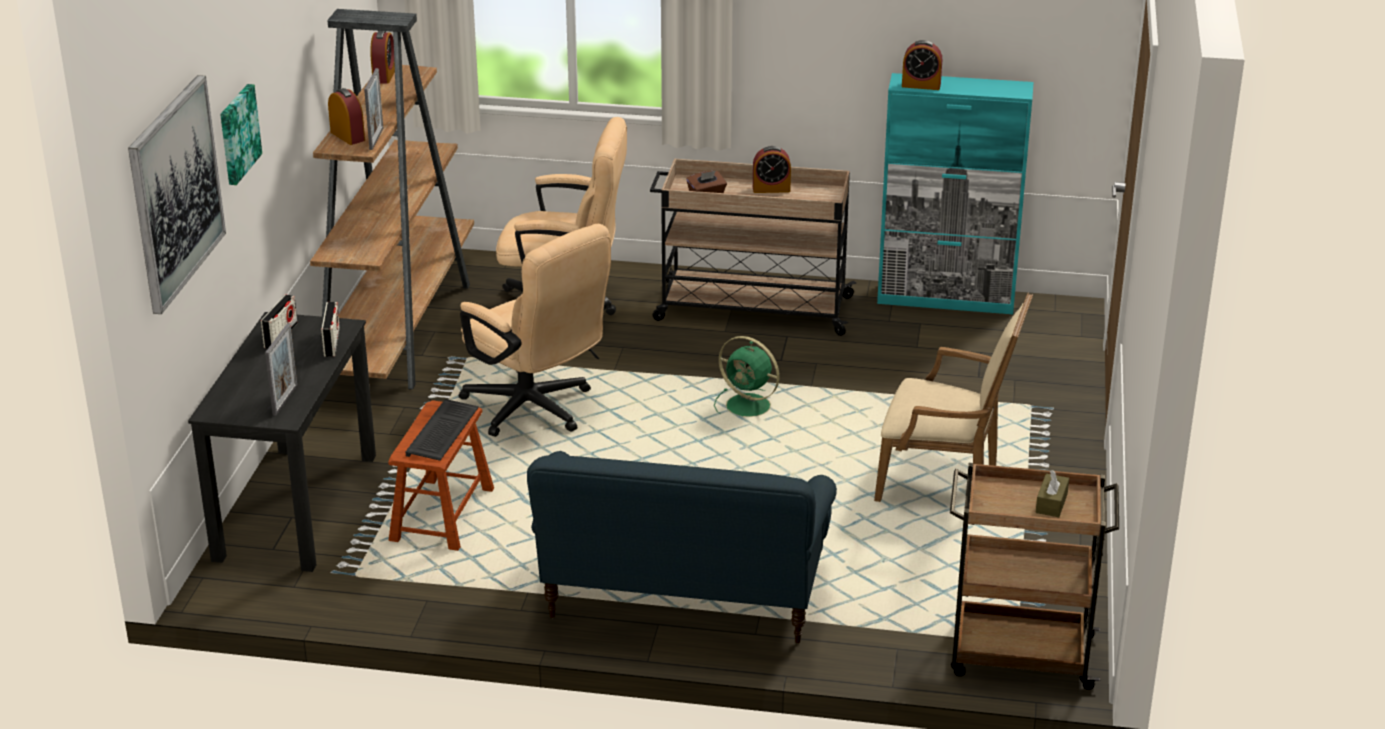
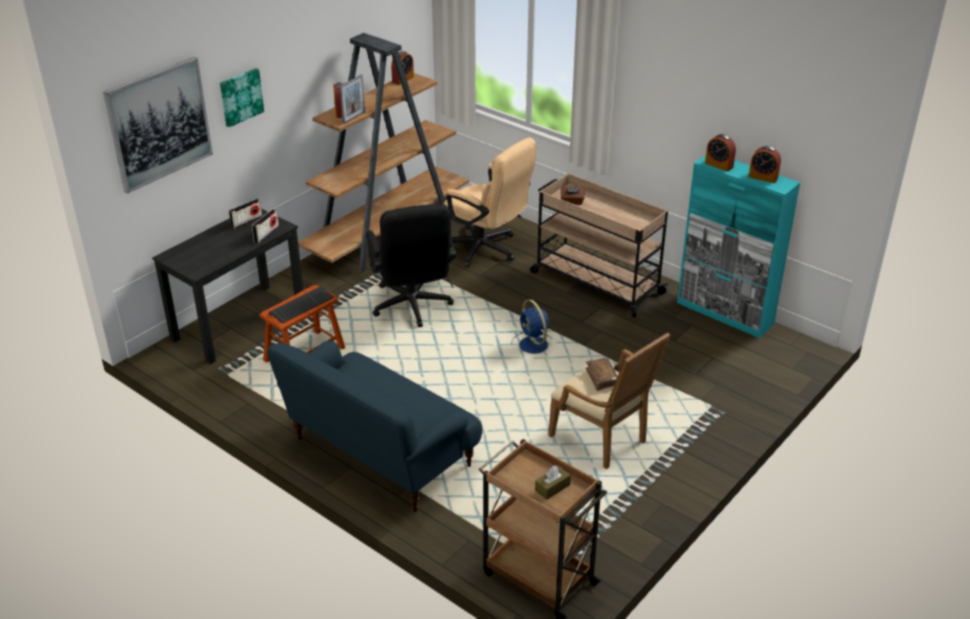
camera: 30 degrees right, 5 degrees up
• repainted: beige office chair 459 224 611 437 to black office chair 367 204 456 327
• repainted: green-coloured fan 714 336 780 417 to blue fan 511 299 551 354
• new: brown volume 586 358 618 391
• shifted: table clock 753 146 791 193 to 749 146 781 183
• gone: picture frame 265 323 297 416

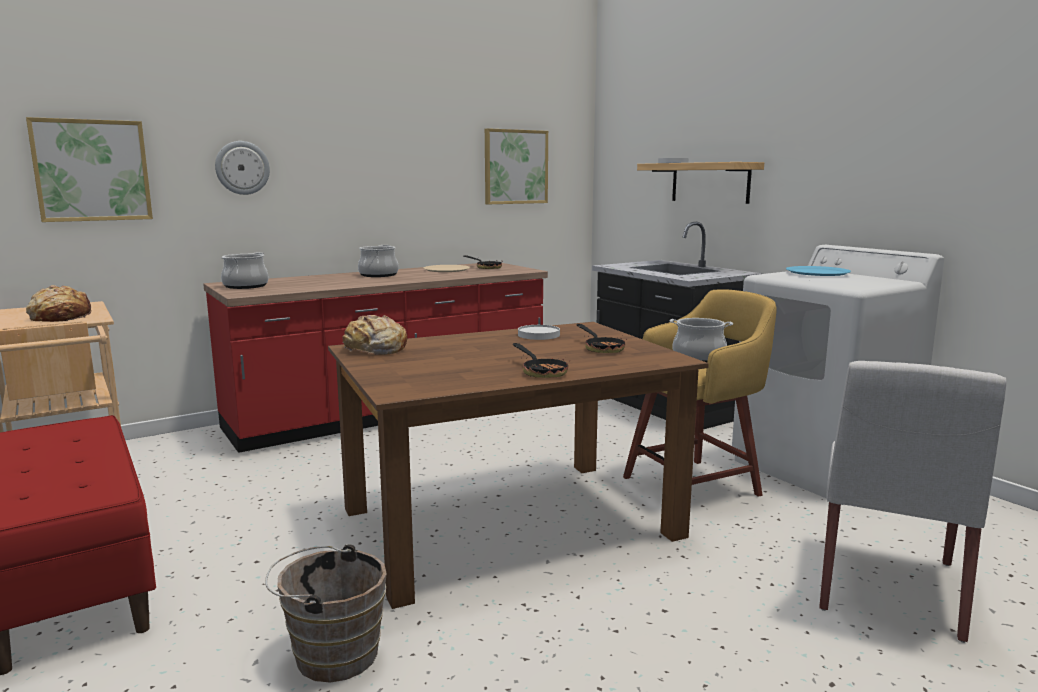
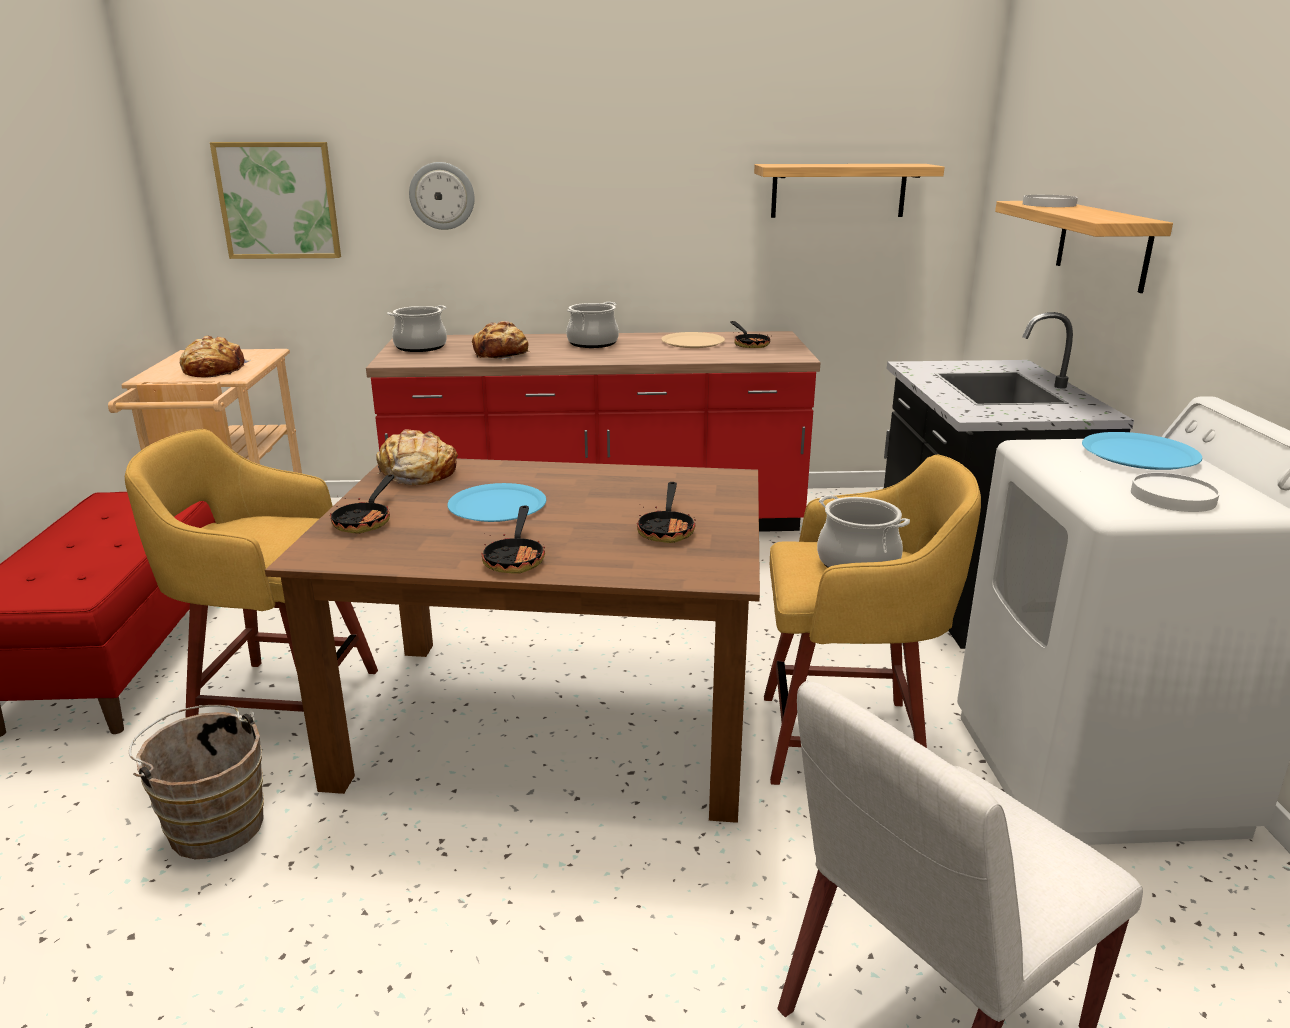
camera: 30 degrees right, 10 degrees up
• new: yellowish stool 125 429 378 718
• new: frying pan 330 474 394 533
• new: blue flat dish 447 483 546 522
• new: baked bread 472 321 529 359
• swapped: picture 485 128 548 204 to shelf 754 164 945 218
• shifted: white flat dish 518 325 560 340 to 1131 472 1220 512

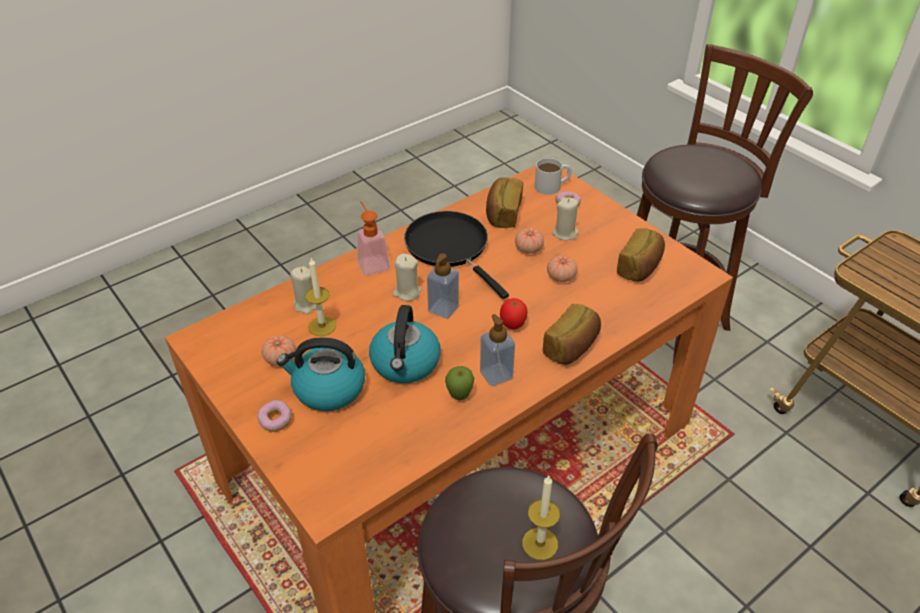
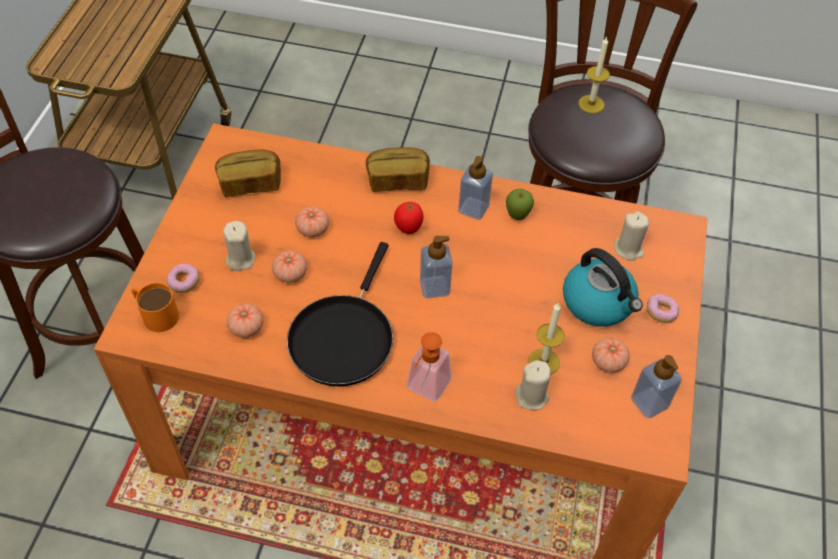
camera: 130 degrees left, 10 degrees up
• repainted: white coffee mug 535 158 571 195 to orangey coffee mug 131 283 179 332
• swapped: baked bread 486 178 523 228 to whole tomato 227 304 264 338
• shifted: beige candle 392 254 422 301 to 615 212 649 261
• new: soap dispenser 631 355 682 418
• gone: kettle 369 305 441 383

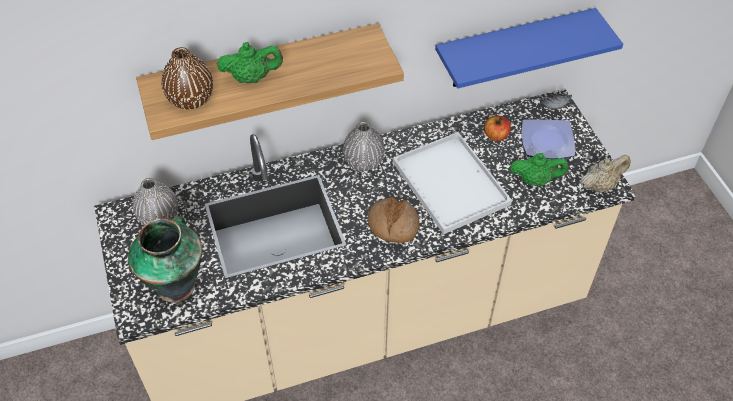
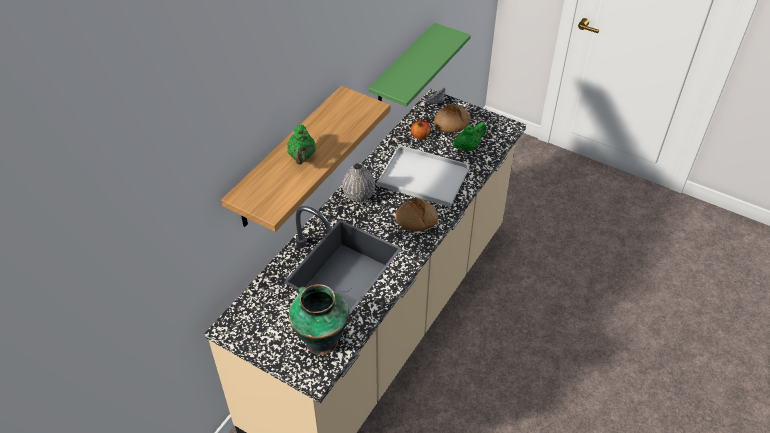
camera: 40 degrees left, 5 degrees down
• rotated: green-coloured tea pot 216 42 283 83 = 287 125 316 164 135 degrees clockwise
• repainted: blue shelf 435 8 623 89 to green-coloured shelf 369 23 471 107
• swapped: flat dish 521 120 575 159 to baked bread 434 104 471 133
• gone: grey decorative vase 133 178 178 225
• gone: brown decorative vase 161 47 213 109
• gone: beige tea pot 580 155 631 192

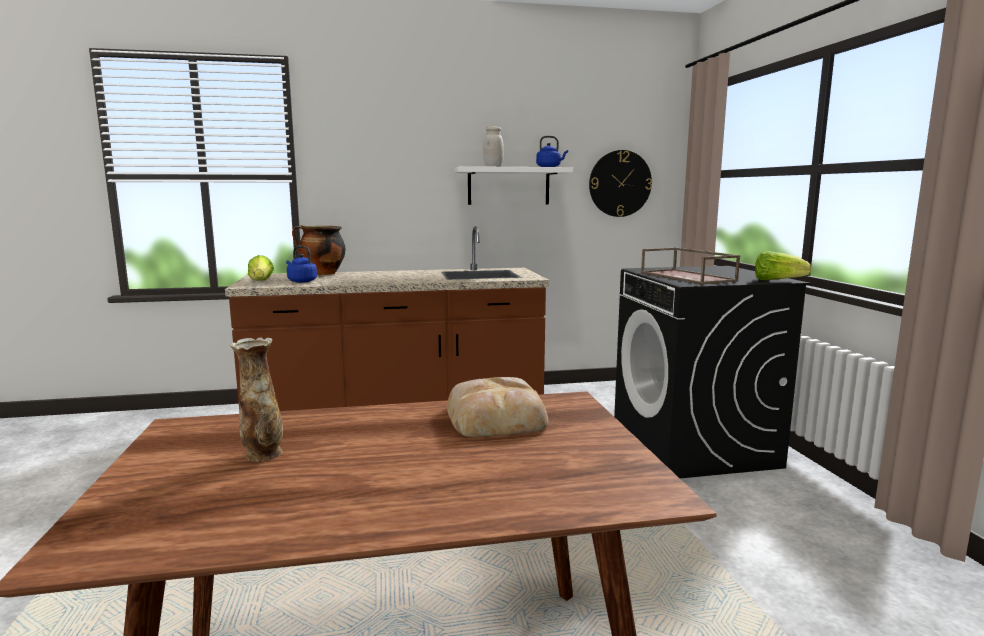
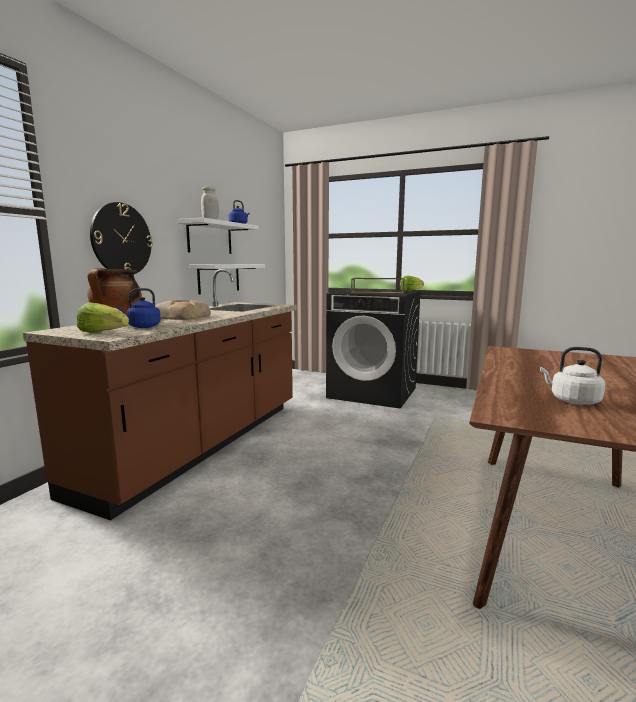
camera: 55 degrees left, 0 degrees up
• shifted: wall clock 589 150 652 217 to 90 202 153 274
• shifted: baked bread 447 377 549 437 to 155 300 211 320
• new: white shelf 189 264 265 294
• swapped: decorative vase 230 337 283 462 to white kettle 540 347 605 405

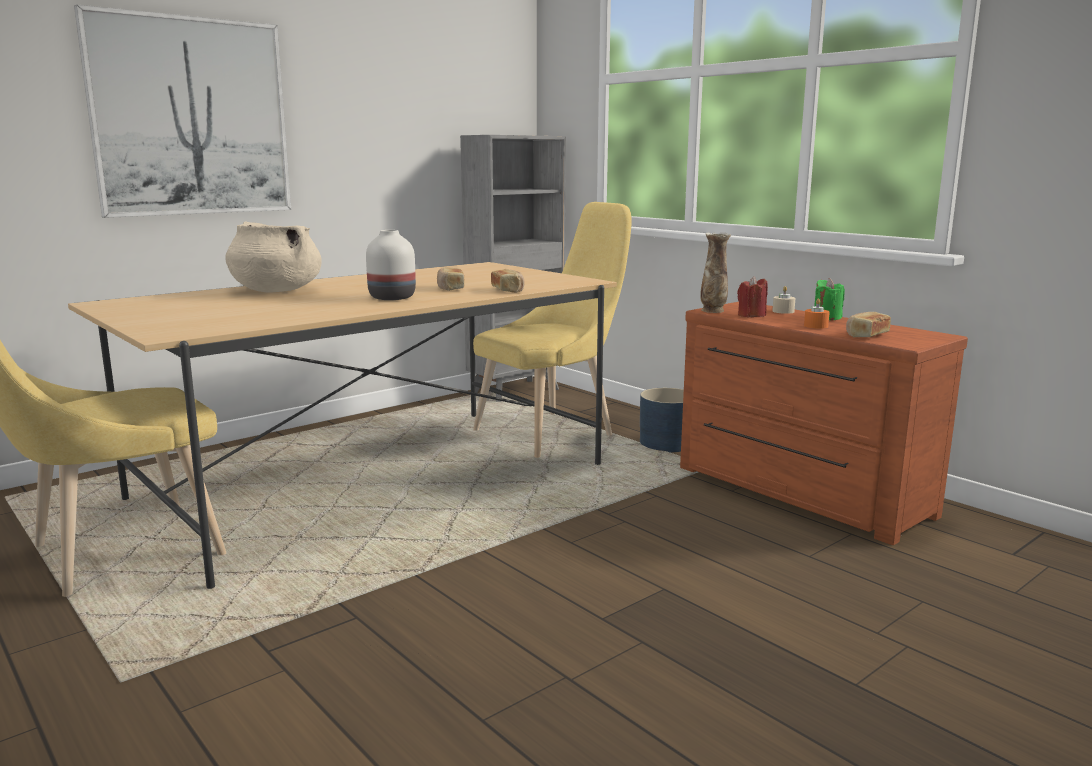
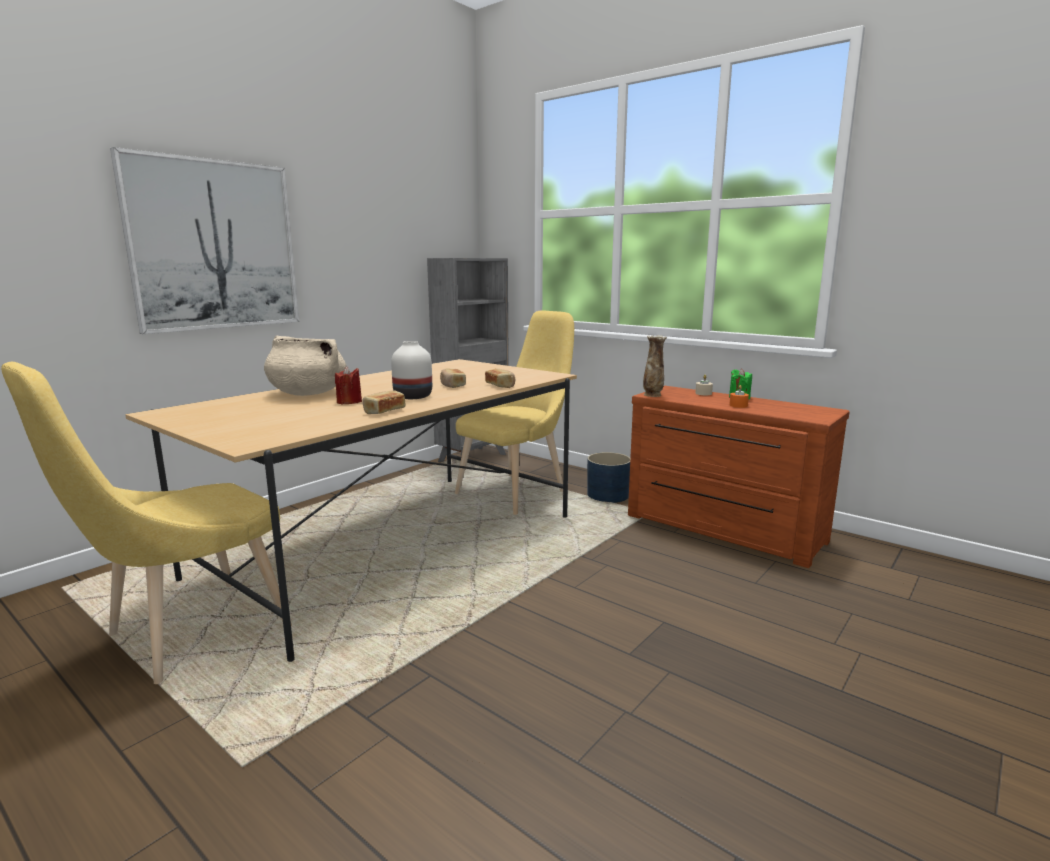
camera: 10 degrees left, 0 degrees up
• shifted: red candle 737 276 768 317 to 335 366 362 404
• shifted: baked bread 846 312 891 337 to 362 390 406 414

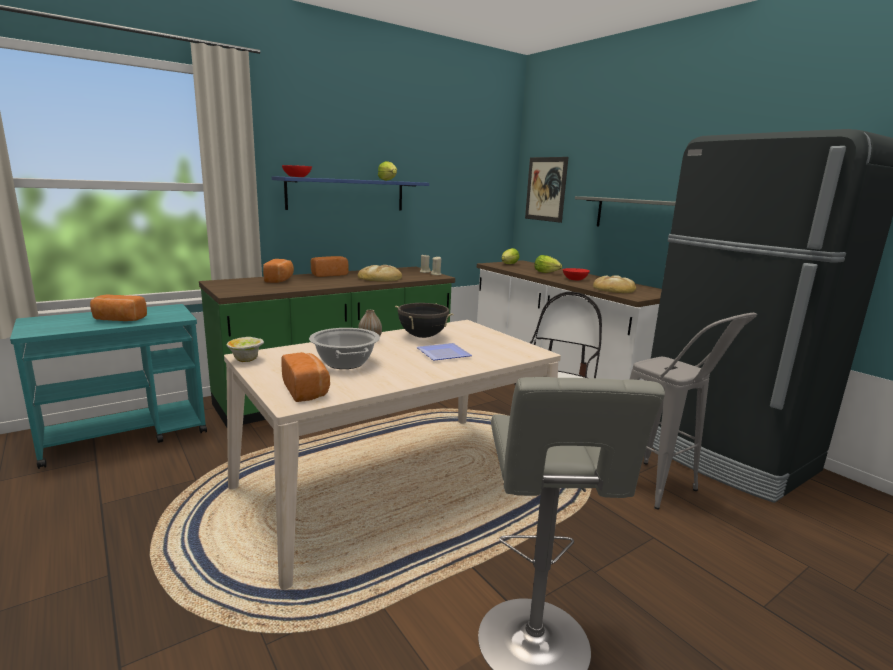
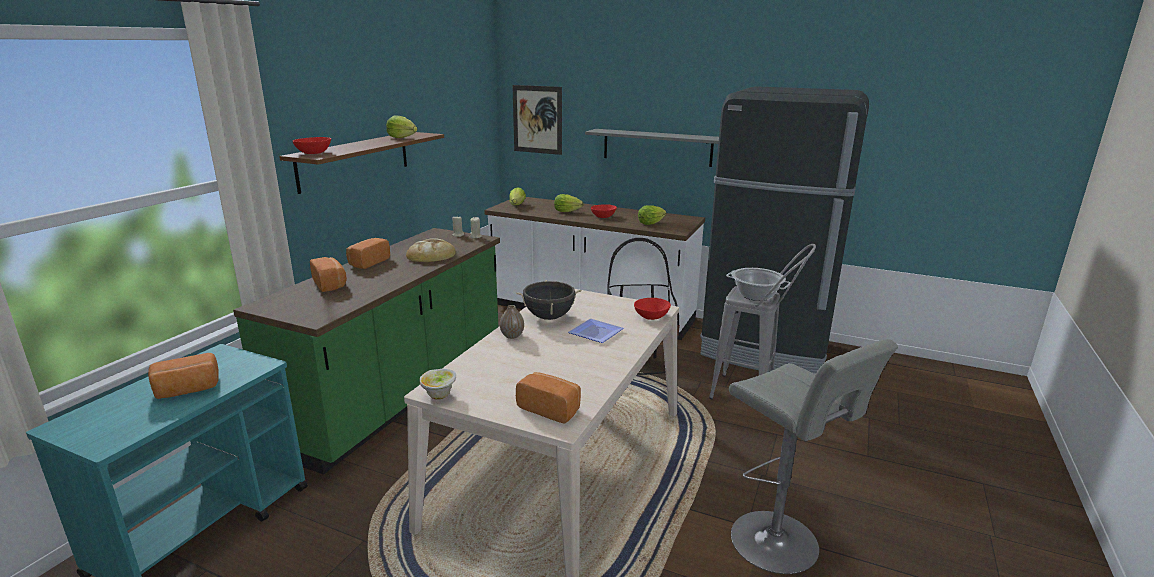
camera: 30 degrees left, 5 degrees up
• repainted: blue shelf 272 176 429 211 to brown shelf 279 132 444 194
• new: red deep dish 634 298 671 320
• swapped: baked bread 593 275 636 293 to lettuce 638 206 666 225
• shifted: cooking pot 309 328 380 369 to 726 268 791 301

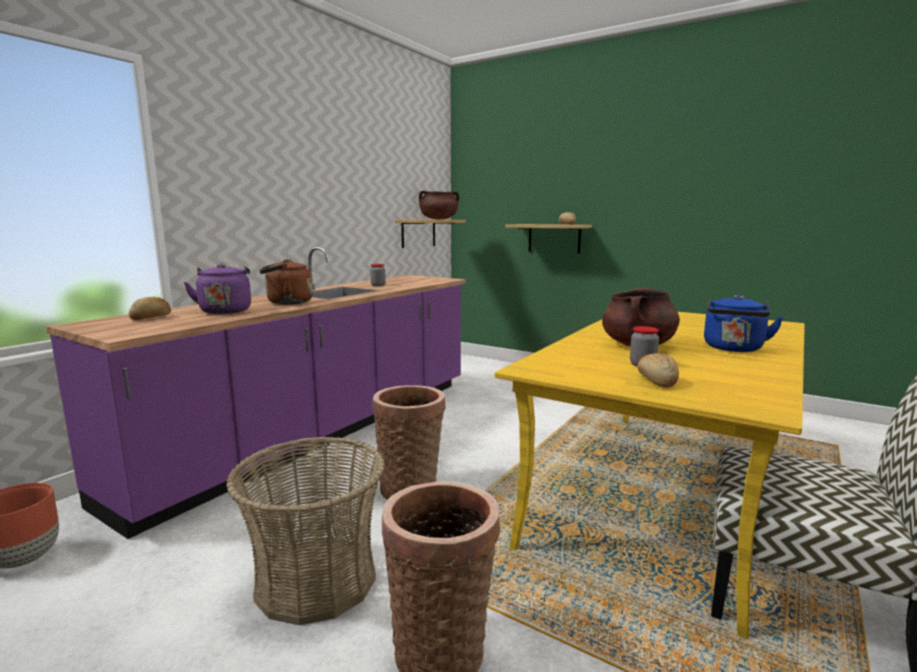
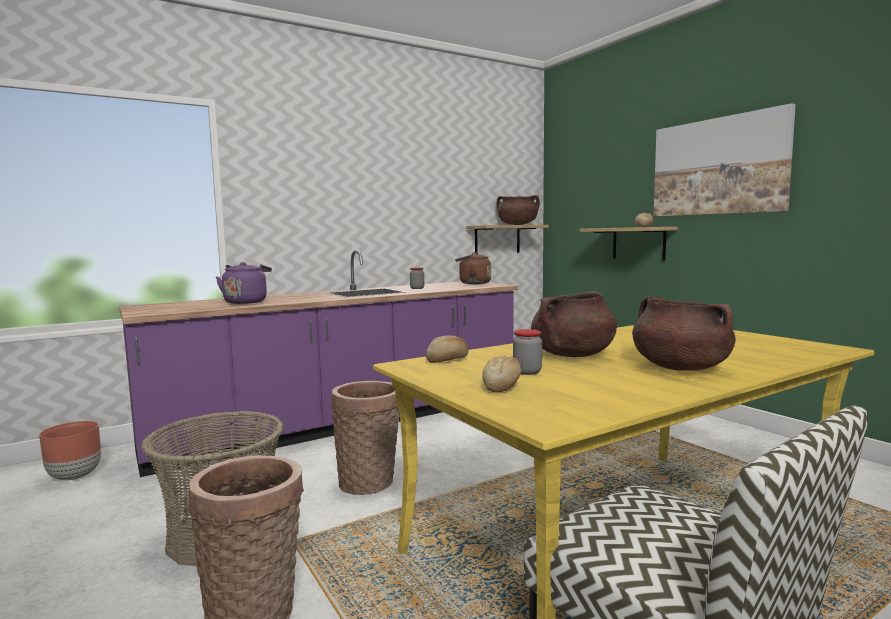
camera: 25 degrees right, 5 degrees down
• shifted: baked bread 129 297 171 320 to 426 335 468 363
• shifted: brown kettle 259 259 313 305 to 455 252 491 284
• swapped: blue kettle 704 295 784 352 to brown cooking pot 632 296 736 371
• new: picture 654 103 796 217

